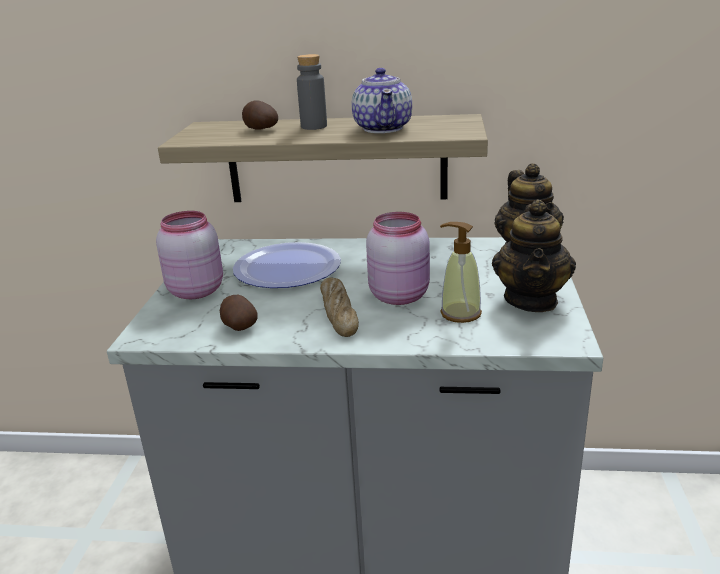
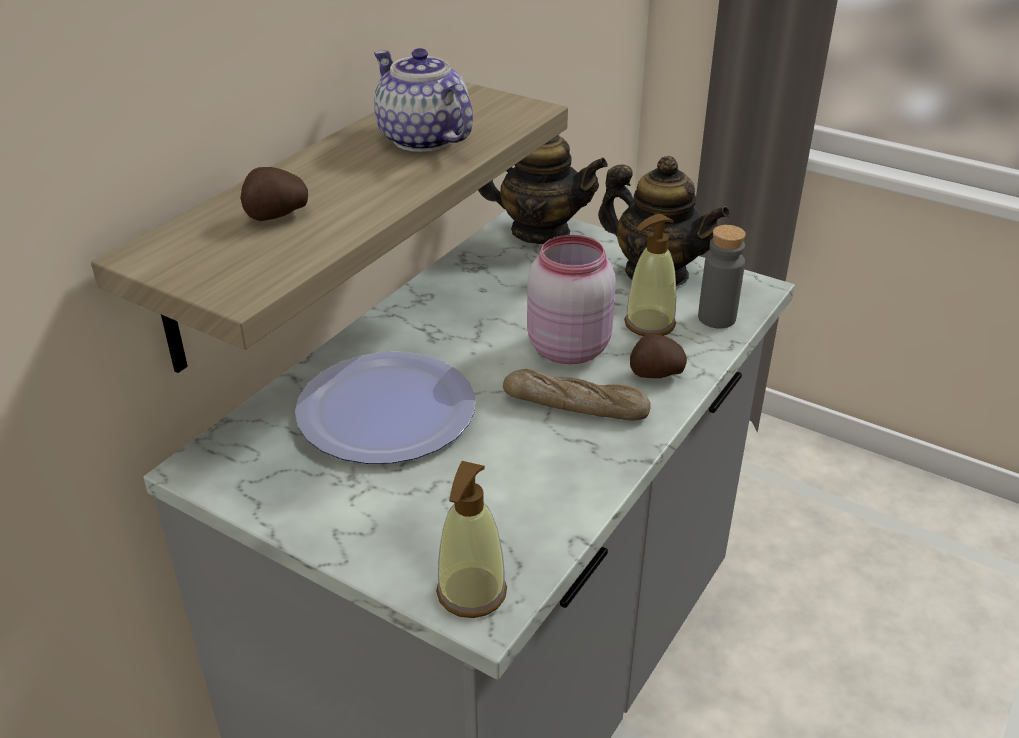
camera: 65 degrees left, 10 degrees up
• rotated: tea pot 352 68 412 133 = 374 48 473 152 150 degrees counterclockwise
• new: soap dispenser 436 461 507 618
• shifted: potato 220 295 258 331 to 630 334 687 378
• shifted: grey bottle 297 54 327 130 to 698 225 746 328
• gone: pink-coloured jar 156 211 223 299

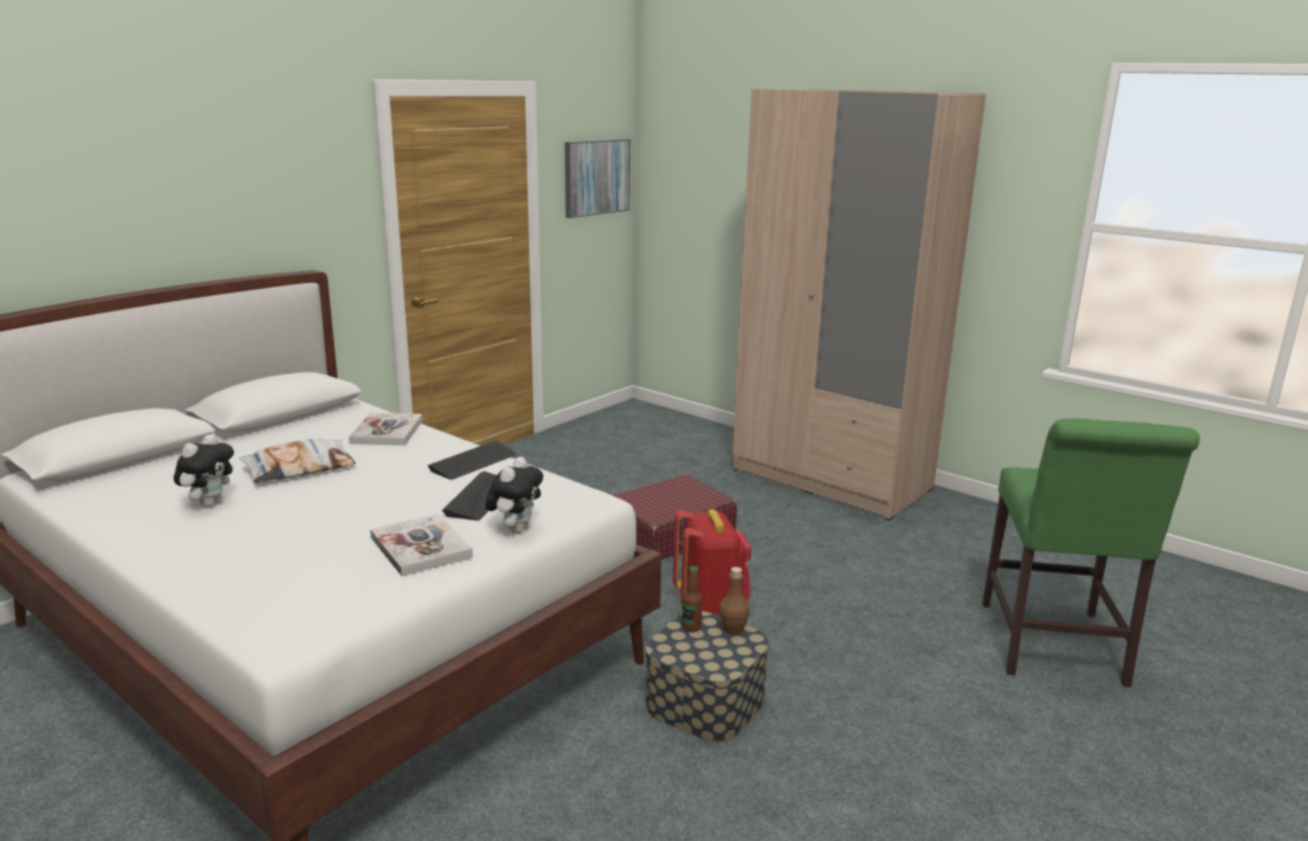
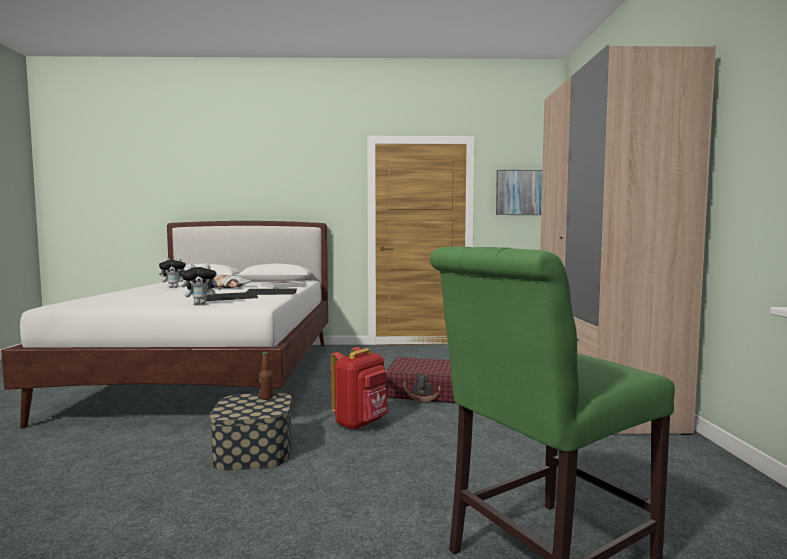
camera: 50 degrees right, 15 degrees down
• gone: volume 370 513 473 576
• gone: brown bottle 719 567 750 635

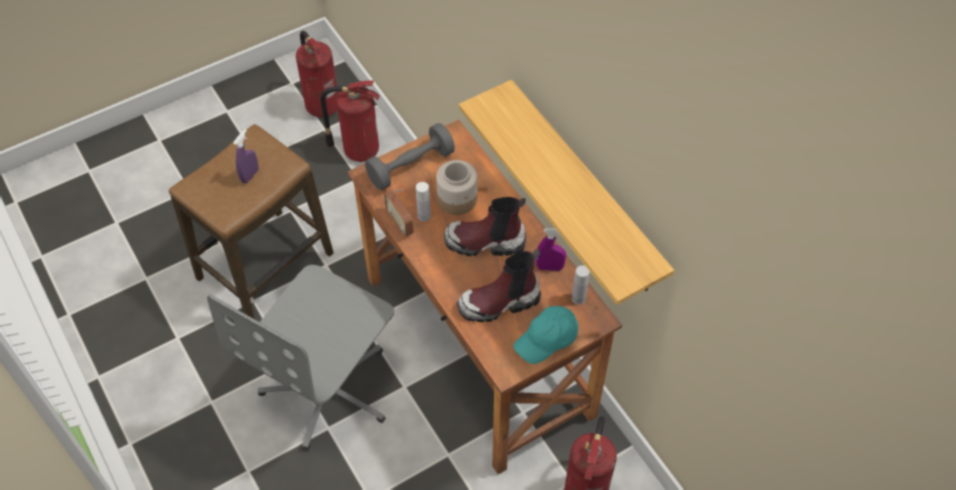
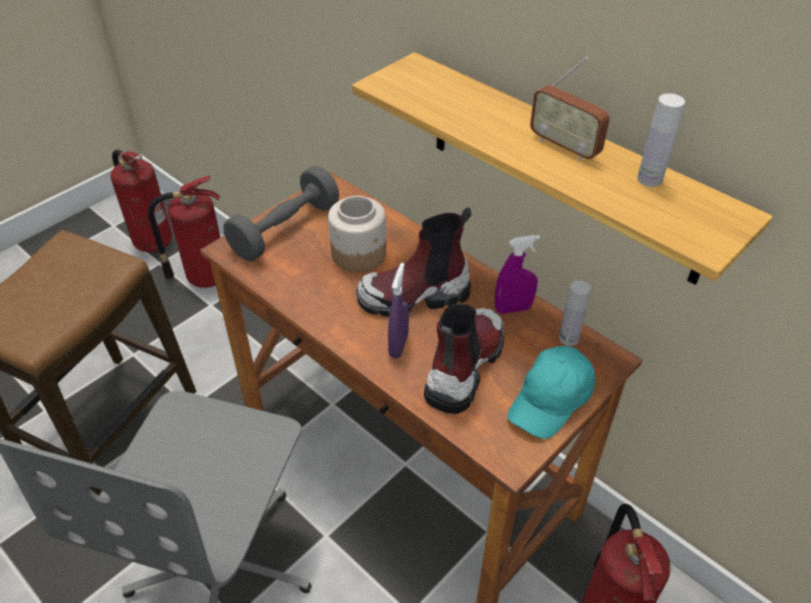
camera: 15 degrees left, 10 degrees down
• shifted: purplish hand sprayer 233 129 258 183 to 388 263 409 358
• rotated: tall boot 457 249 541 322 = 424 304 505 414 150 degrees clockwise
• shifted: radio receiver 384 189 414 237 to 530 57 610 161
• shifted: white bottle 416 182 431 221 to 637 93 685 187

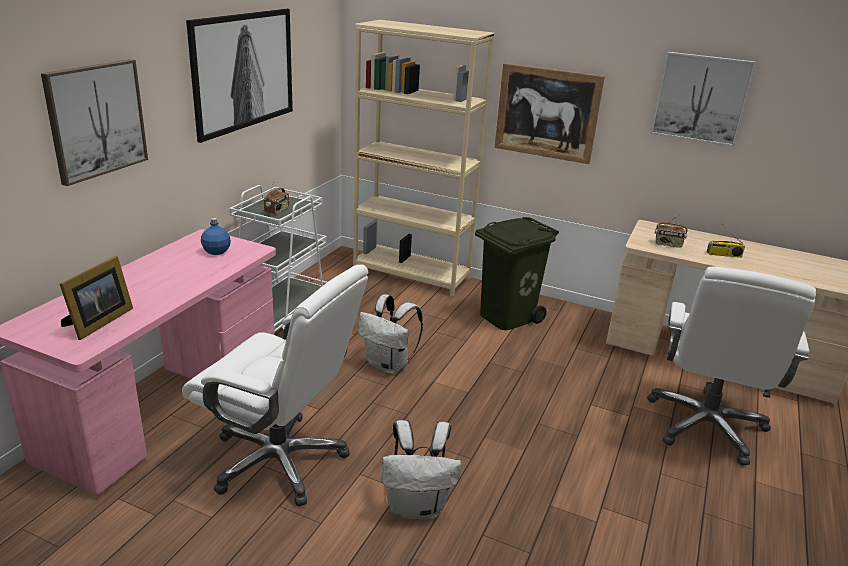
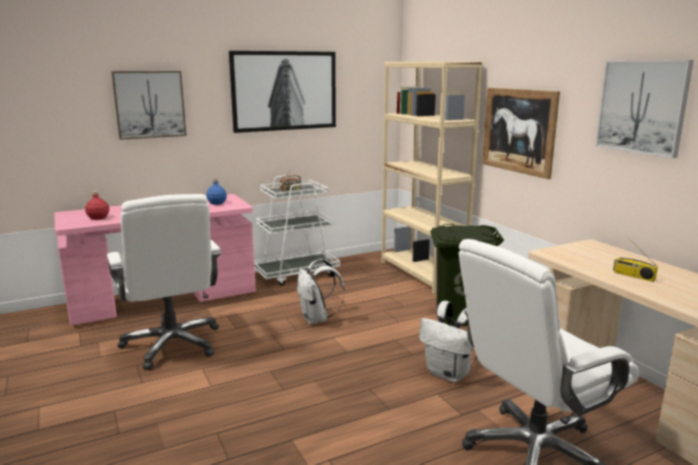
camera: 40 degrees right, 10 degrees down
• swapped: picture frame 60 256 133 340 to red bottle 85 191 109 220
• shifted: white rucksack 382 420 462 520 to 419 301 477 382
• gone: radio receiver 655 215 687 248

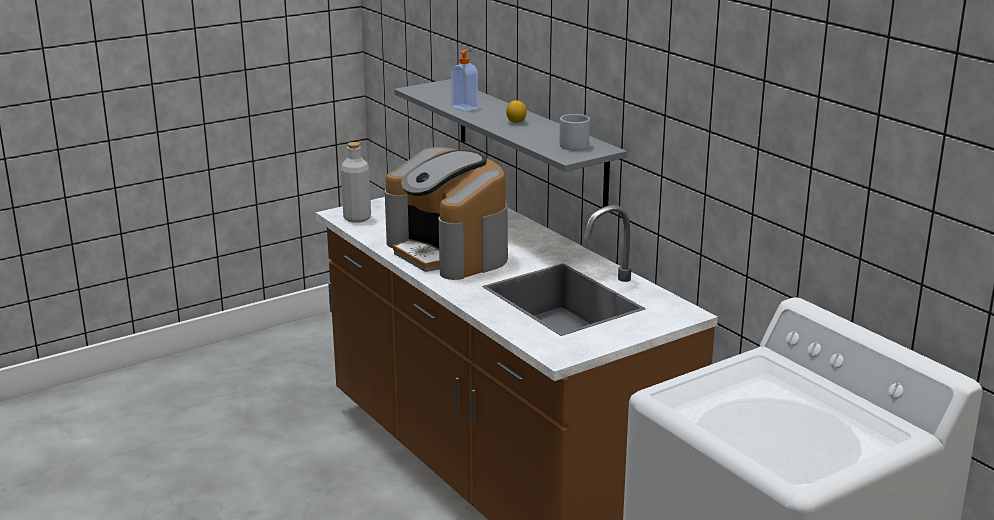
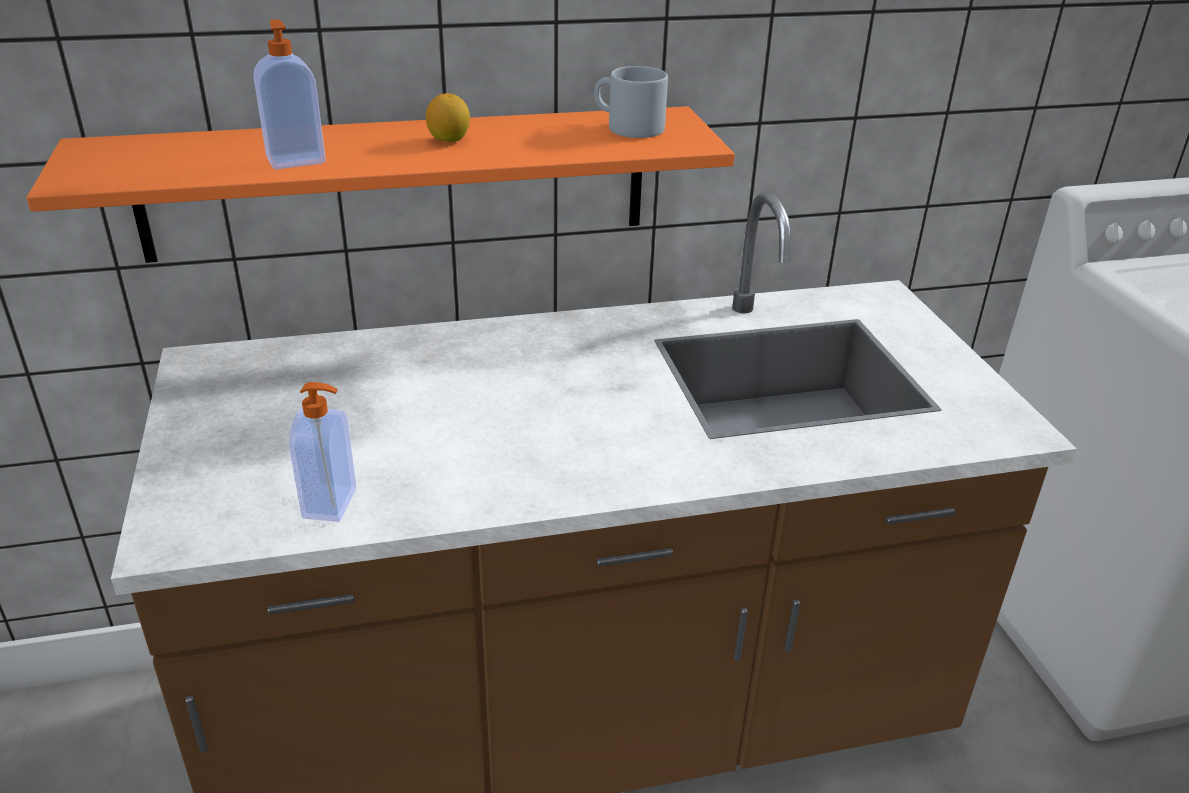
camera: 70 degrees left, 10 degrees up
• repainted: grey shelf 394 79 627 207 to orangey shelf 27 106 735 263
• new: soap dispenser 289 382 356 522
• gone: grey bottle 341 142 371 223
• gone: coffee brewer 385 147 508 280

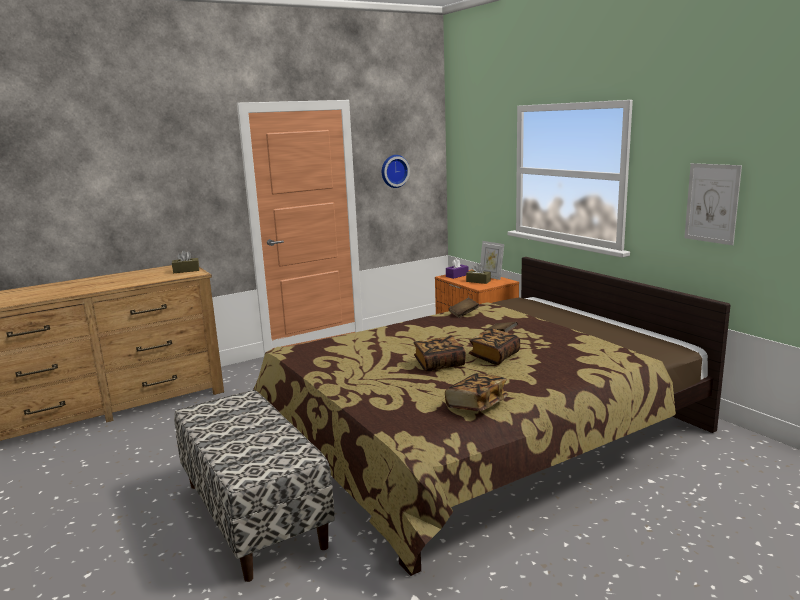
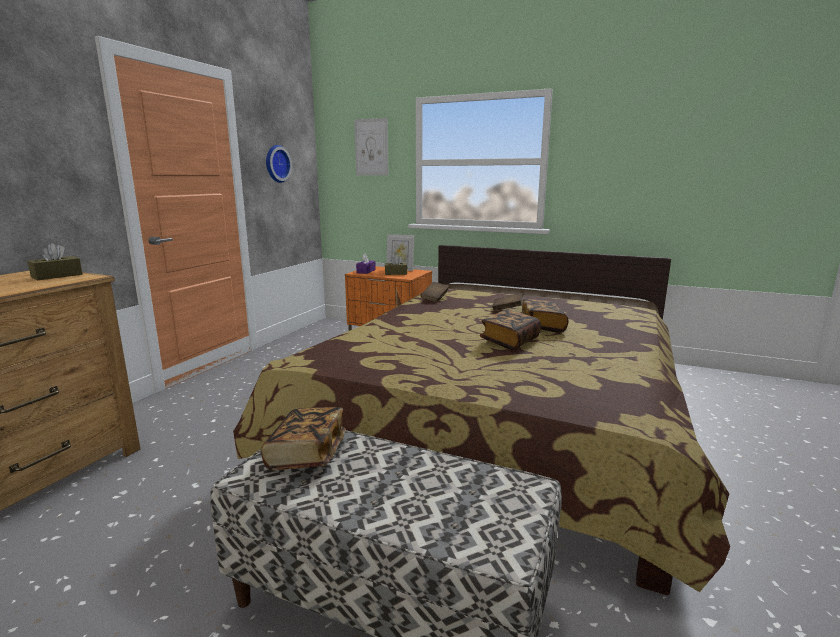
camera: 35 degrees left, 0 degrees up
• shifted: volume 445 373 508 411 to 261 407 346 471
• shifted: picture 684 163 742 245 to 354 118 388 175

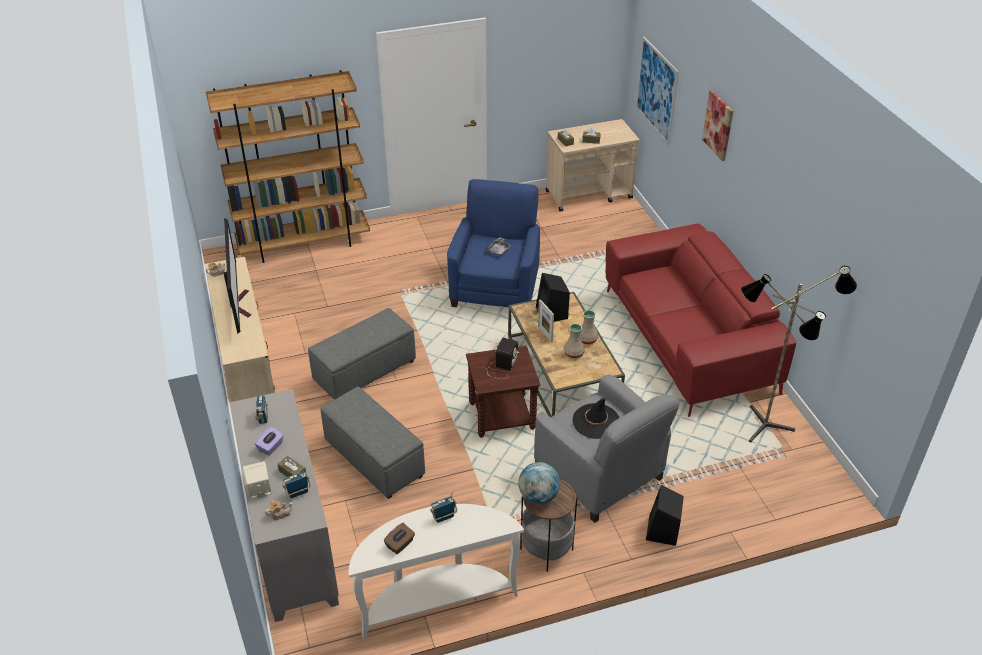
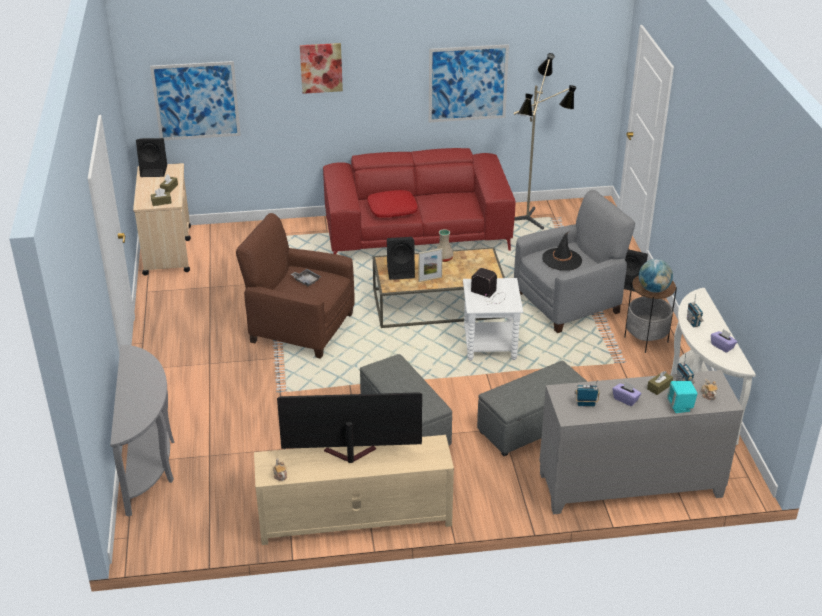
camera: 80 degrees left, 5 degrees down
• swapped: brown bookshelf 206 70 370 263 to grey narrow table 110 345 175 516
• new: black audio speaker 136 138 167 177
• repainted: blue easy chair 447 179 540 307 to brown easy chair 236 213 355 359
• new: red pillow 367 190 418 218
• new: picture 429 44 509 122
• repainted: brown accent table 466 345 540 438 to white accent table 463 278 523 361
• repainted: beige audio speaker 243 461 271 499 to turquoise-coloured audio speaker 667 381 698 413
• repainted: brown tissue holder 384 523 415 554 to purplish tissue holder 711 329 737 353
• gone: beige decorative vase 564 323 585 358

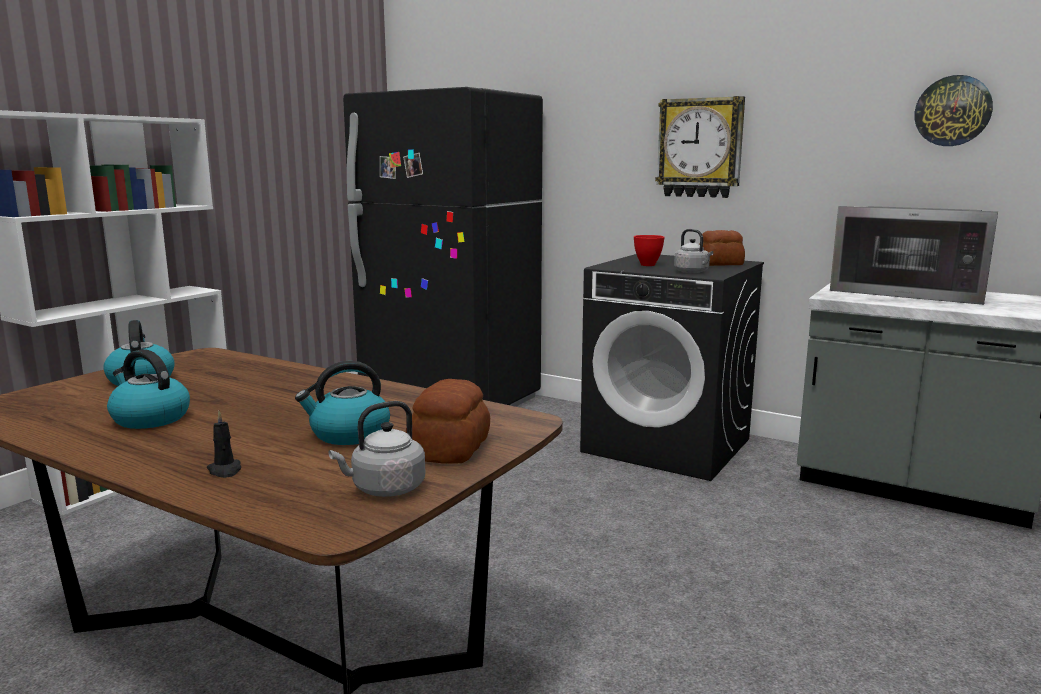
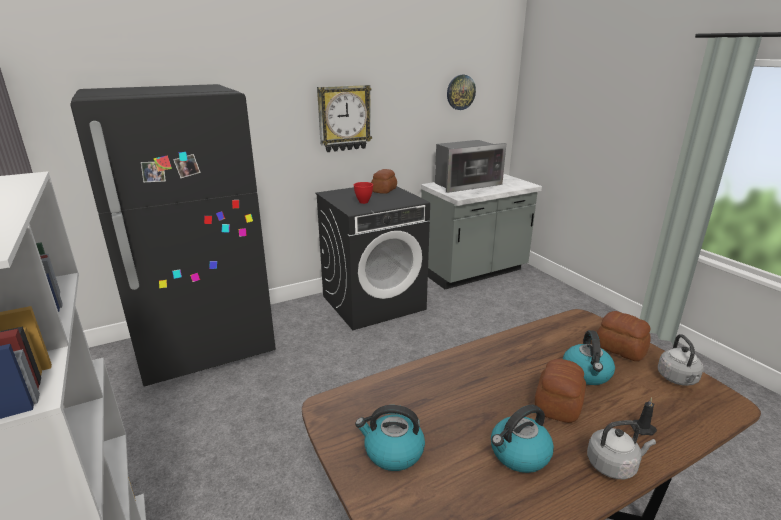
camera: 60 degrees left, 10 degrees up
• new: baked bread 535 359 586 423
• shifted: grey kettle 674 229 713 273 to 587 420 656 479

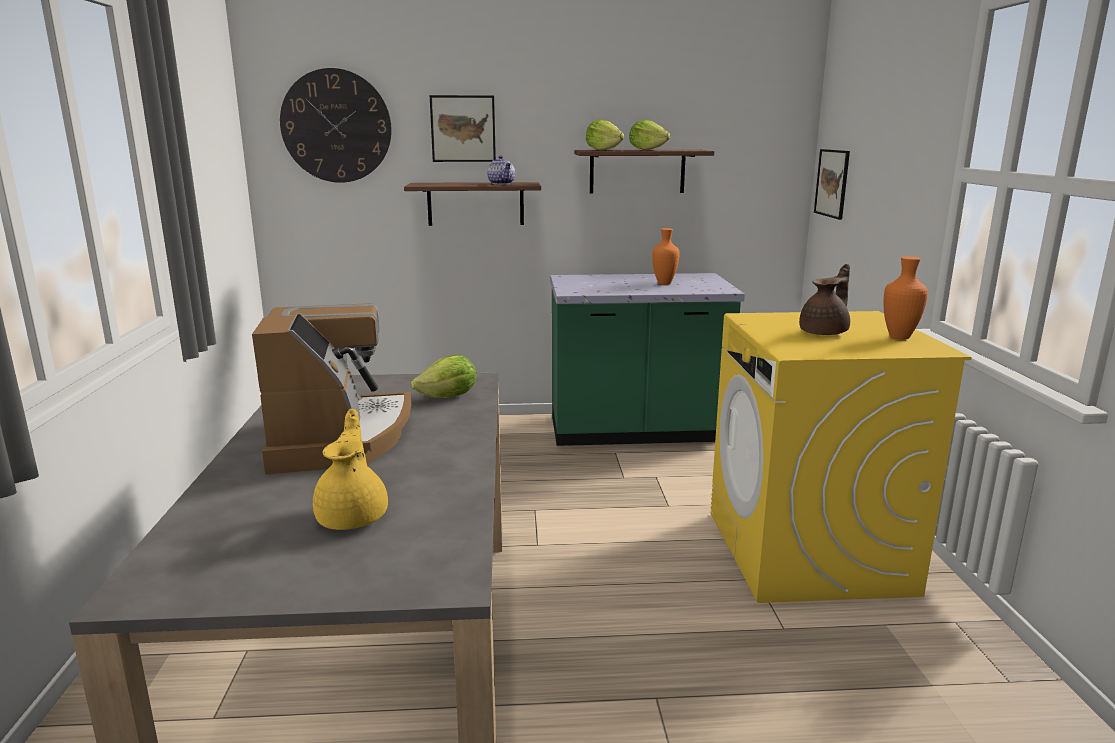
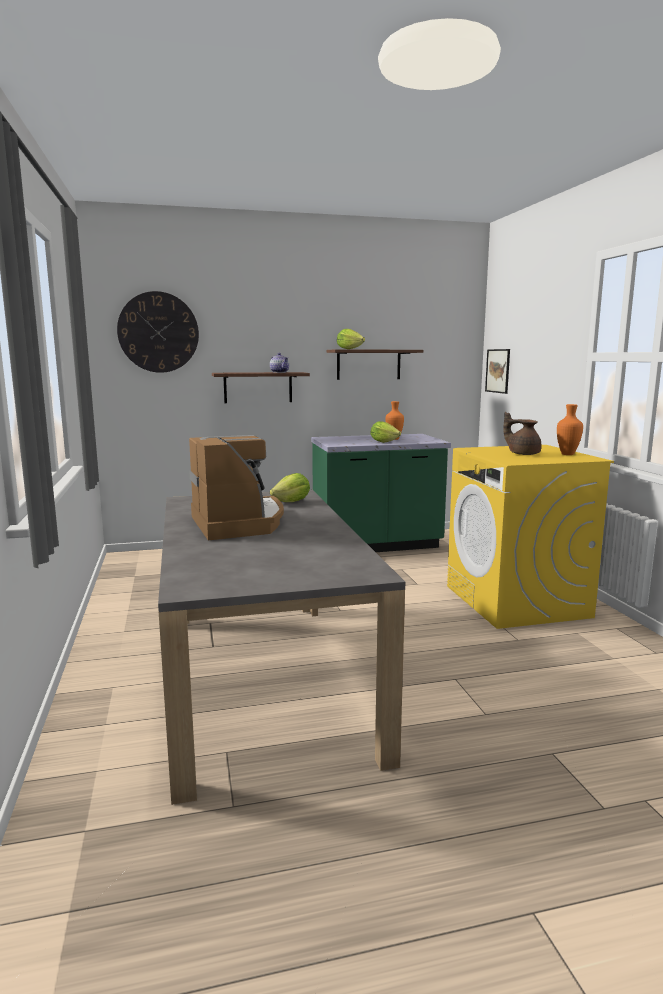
camera: 10 degrees left, 5 degrees down
• shifted: lettuce 629 120 670 150 to 370 421 401 443
• rotated: brown tea pot 799 264 850 335 = 504 412 542 455 90 degrees counterclockwise
• gone: yellowish tea pot 313 409 388 530
• gone: picture 430 95 496 162

